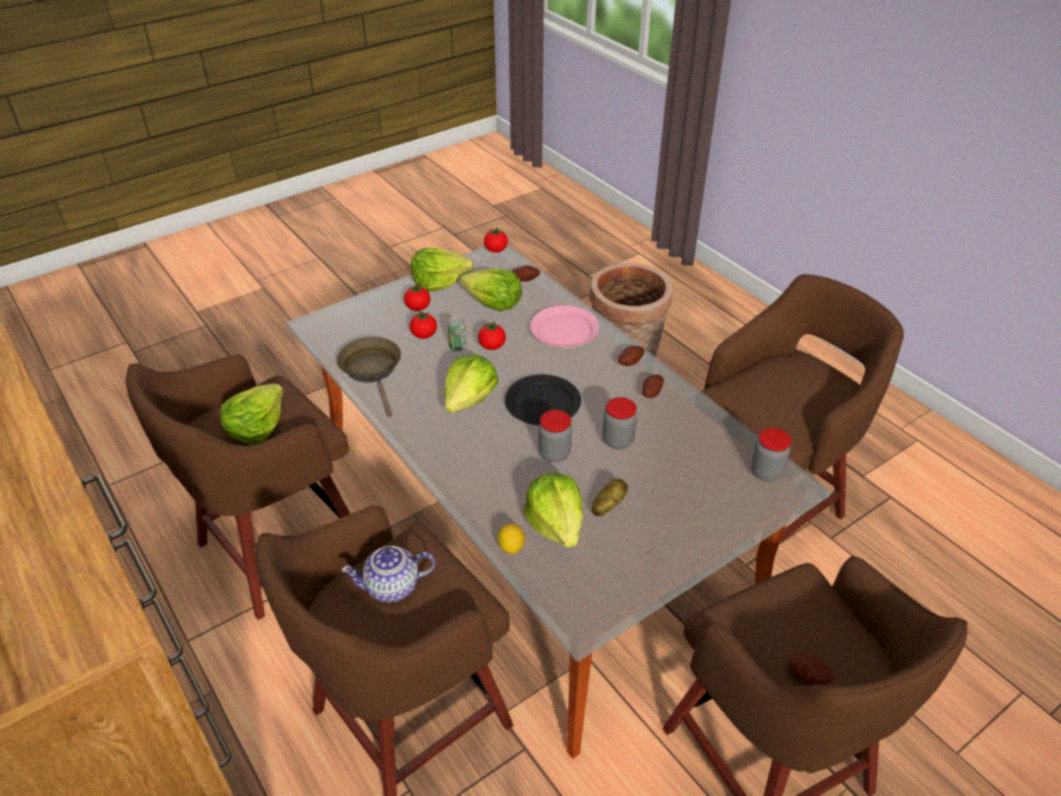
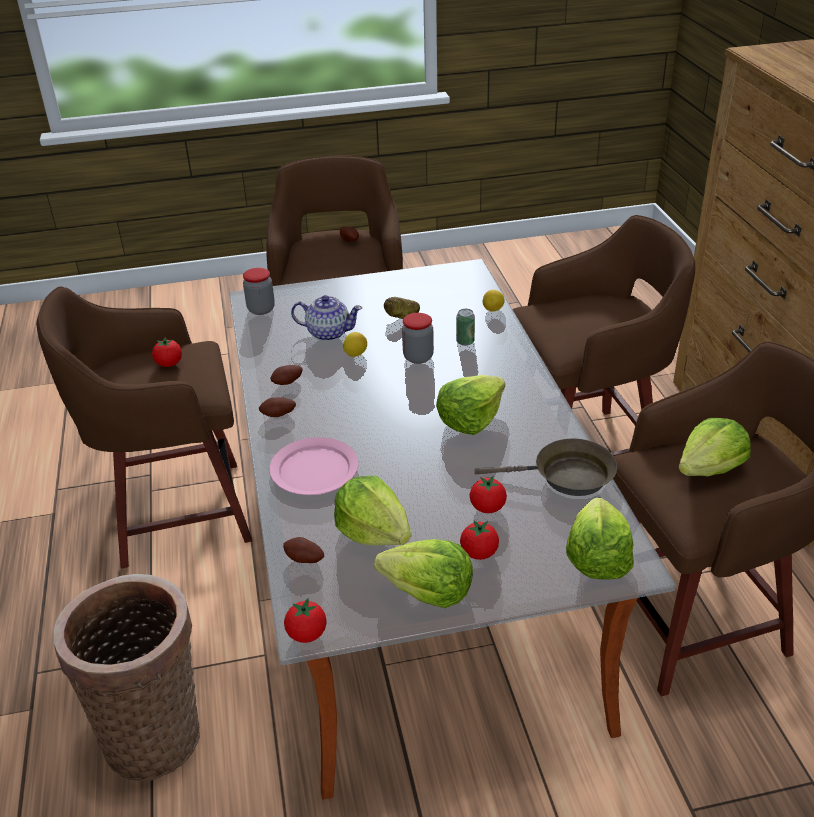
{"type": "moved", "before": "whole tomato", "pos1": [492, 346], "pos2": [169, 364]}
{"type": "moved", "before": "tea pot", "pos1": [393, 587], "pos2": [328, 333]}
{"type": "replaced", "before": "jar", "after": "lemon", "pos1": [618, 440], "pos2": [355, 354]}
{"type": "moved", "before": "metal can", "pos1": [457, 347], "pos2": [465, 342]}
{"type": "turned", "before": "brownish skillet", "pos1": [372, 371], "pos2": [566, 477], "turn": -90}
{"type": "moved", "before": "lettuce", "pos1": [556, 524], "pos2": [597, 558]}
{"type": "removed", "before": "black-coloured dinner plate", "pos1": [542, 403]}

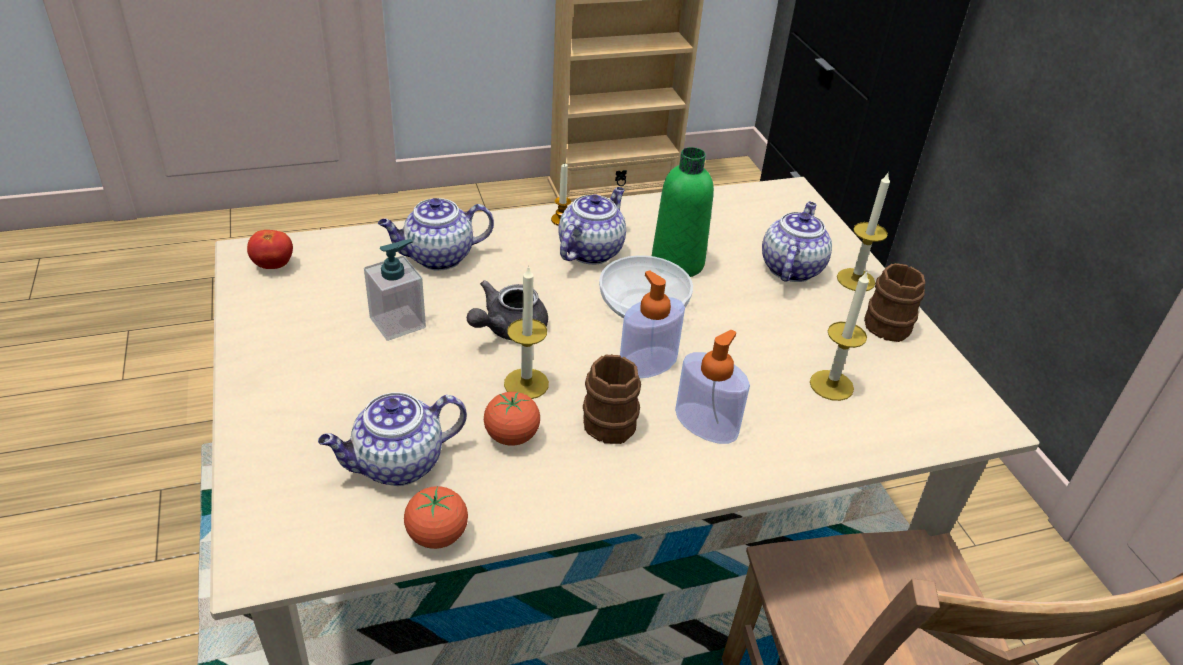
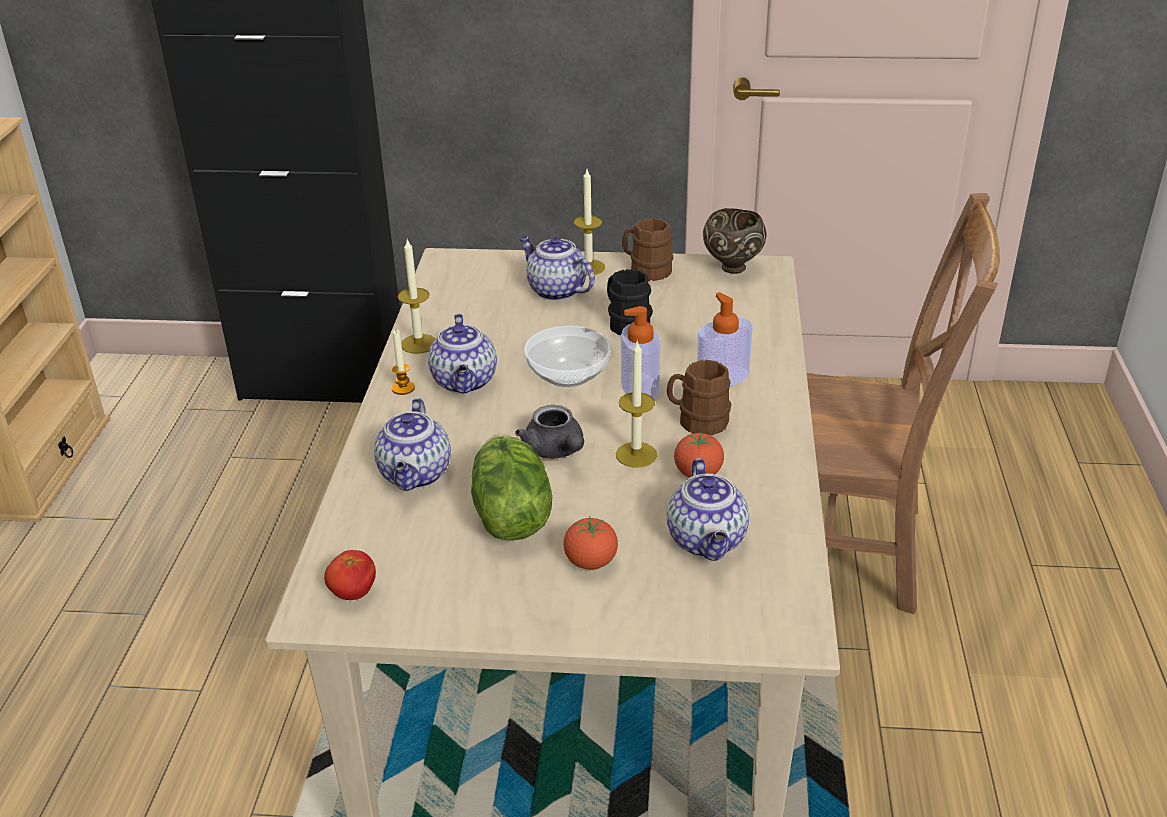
{"type": "moved", "before": "candle", "pos1": [831, 385], "pos2": [419, 344]}
{"type": "turned", "before": "tea pot", "pos1": [590, 251], "pos2": [465, 382], "turn": -150}
{"type": "replaced", "before": "soap bottle", "after": "lettuce", "pos1": [398, 322], "pos2": [509, 515]}
{"type": "moved", "before": "whole tomato", "pos1": [437, 535], "pos2": [591, 562]}
{"type": "added", "after": "black-coloured mug", "pos2": [626, 323]}
{"type": "added", "after": "brownish bowl", "pos2": [731, 268]}
{"type": "removed", "before": "greenish drink bottle", "pos1": [677, 263]}

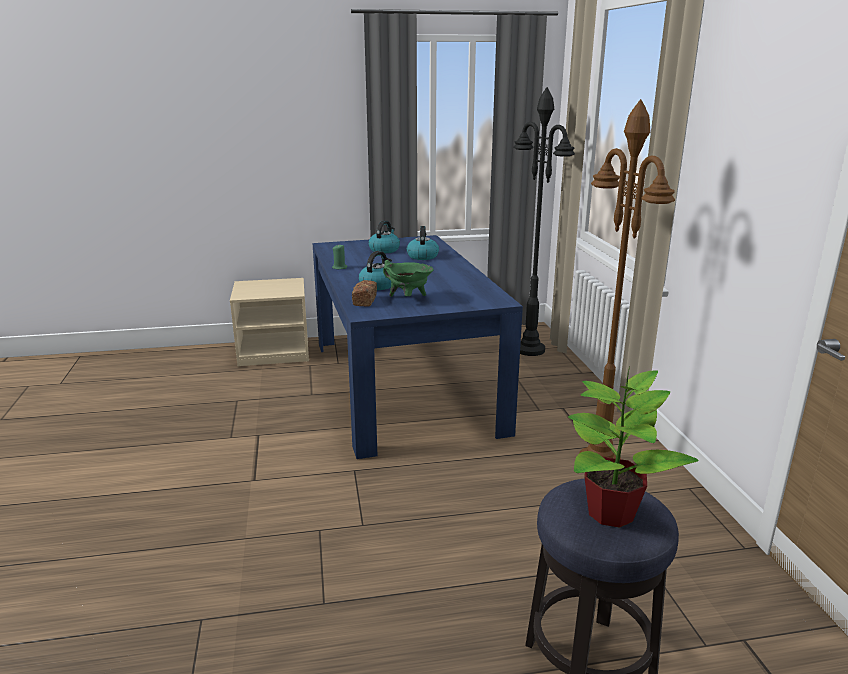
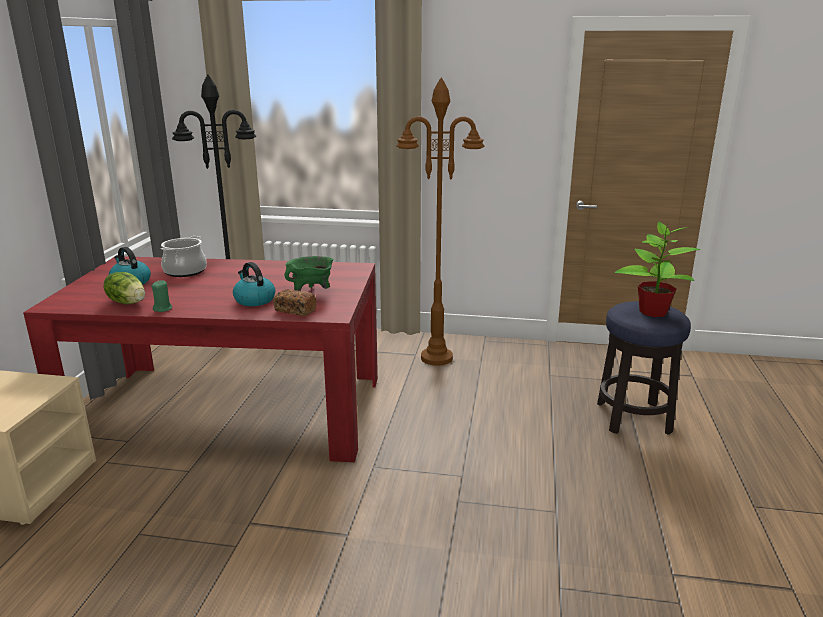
{"type": "recoloured", "before": "blue dinner table", "after": "red-coloured dinner table", "pos1": [403, 384], "pos2": [230, 410]}
{"type": "added", "after": "lettuce", "pos2": [128, 302]}
{"type": "replaced", "before": "tea kettle", "after": "saucepot", "pos1": [422, 256], "pos2": [185, 271]}

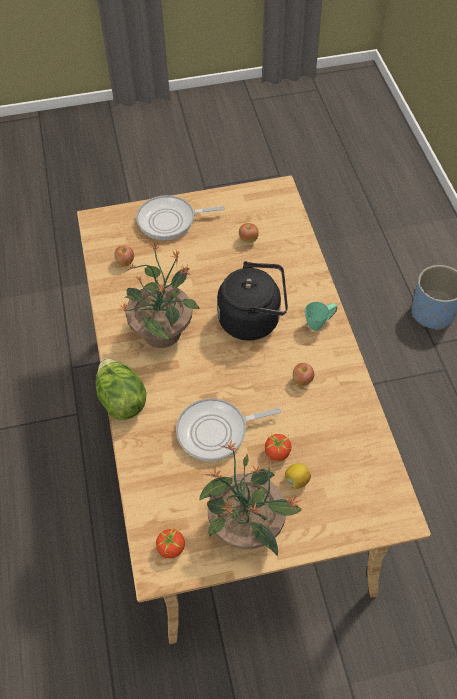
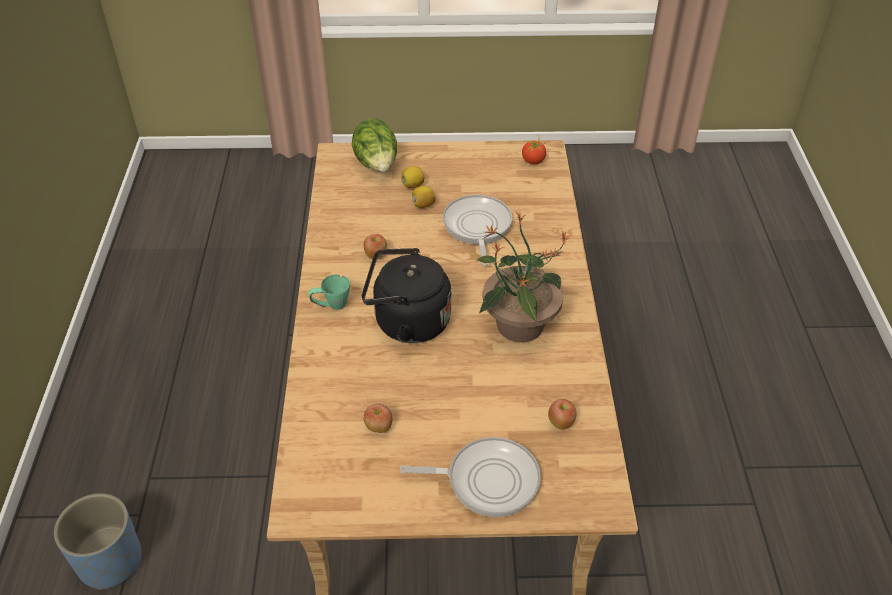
{"type": "moved", "before": "lettuce", "pos1": [121, 400], "pos2": [377, 165]}
{"type": "replaced", "before": "whole tomato", "after": "lemon", "pos1": [277, 453], "pos2": [423, 205]}
{"type": "turned", "before": "skillet", "pos1": [216, 432], "pos2": [477, 227], "turn": -90}
{"type": "removed", "before": "potted plant", "pos1": [247, 528]}

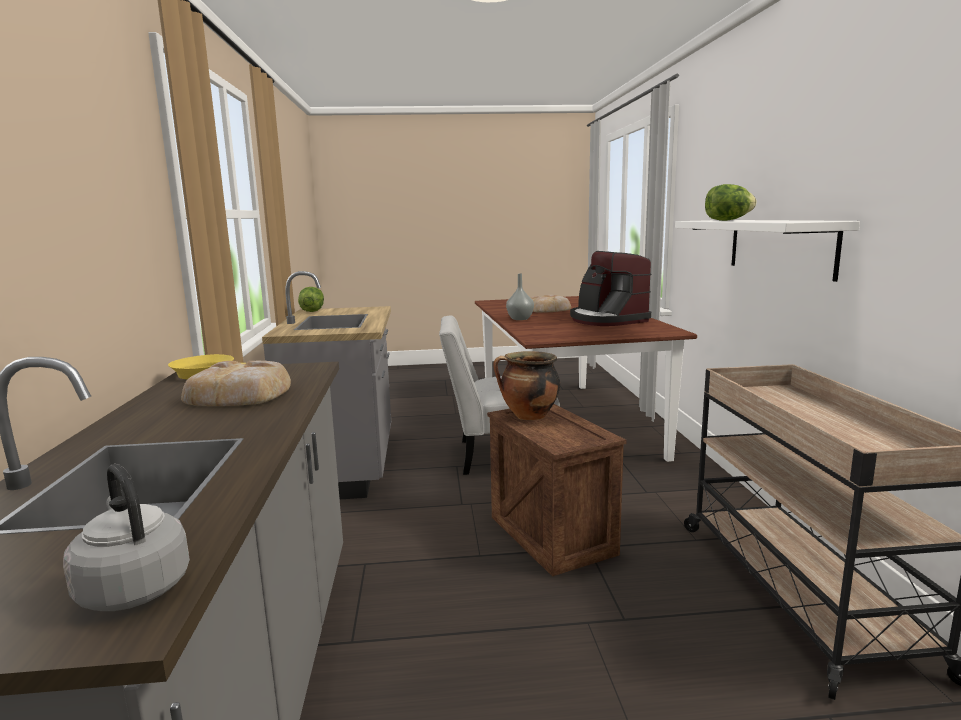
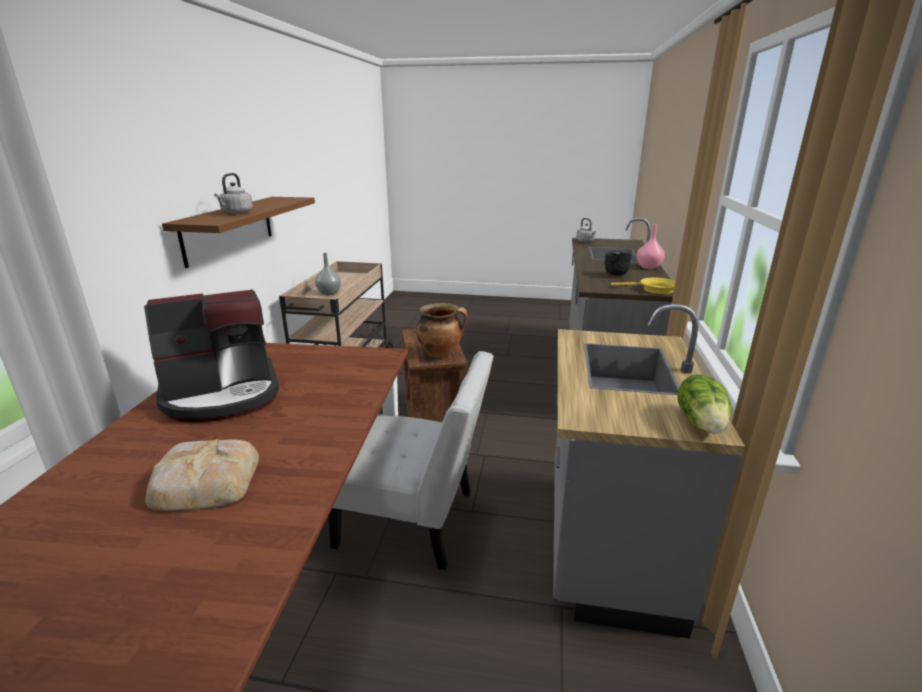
{"type": "turned", "before": "coffee brewer", "pos1": [607, 320], "pos2": [223, 395], "turn": 75}
{"type": "recoloured", "before": "white wall shelf", "after": "brownish wall shelf", "pos1": [779, 246], "pos2": [229, 229]}
{"type": "replaced", "before": "lettuce", "after": "gray tea kettle", "pos1": [727, 220], "pos2": [236, 213]}
{"type": "moved", "before": "gray decorative vase", "pos1": [520, 319], "pos2": [329, 293]}
{"type": "replaced", "before": "bakery bread", "after": "black-coloured bowl", "pos1": [241, 394], "pos2": [615, 275]}
{"type": "added", "after": "pink-coloured decorative vase", "pos2": [648, 267]}

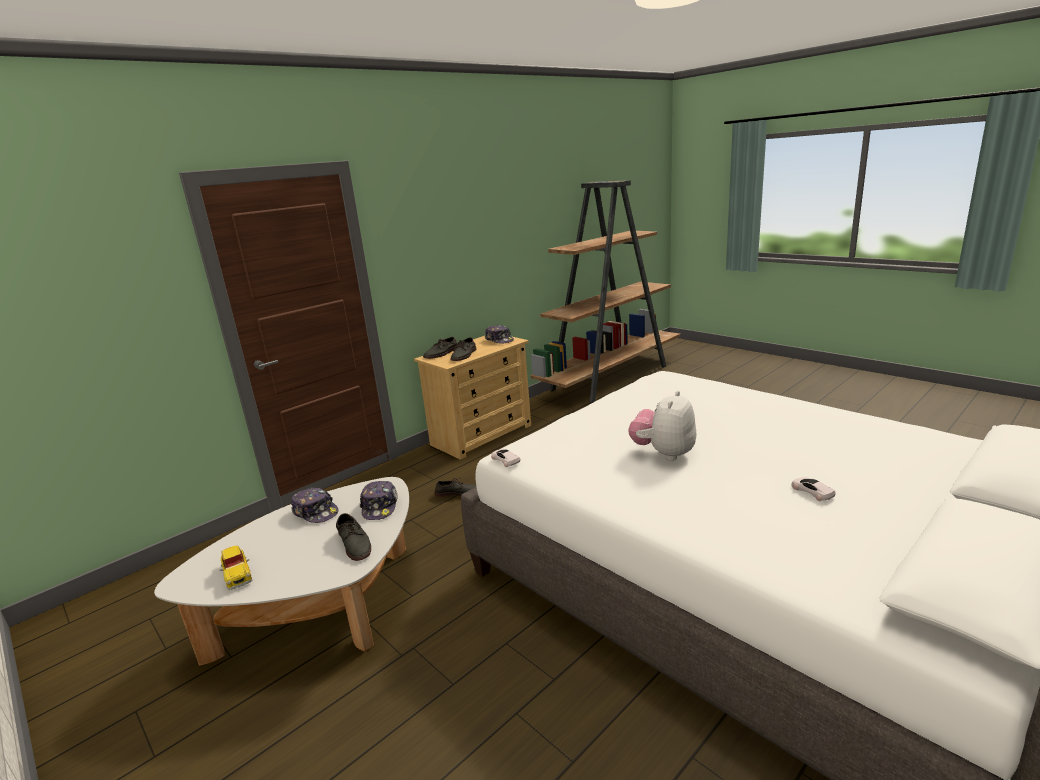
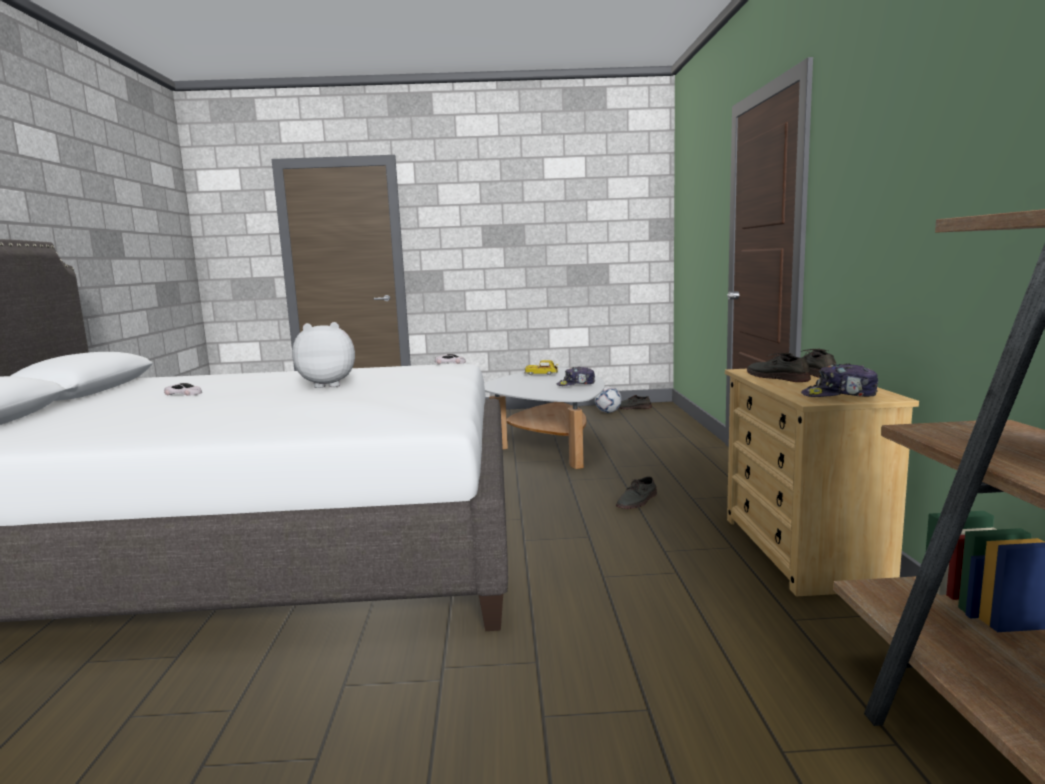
{"type": "turned", "before": "cuddly toy", "pos1": [663, 453], "pos2": [328, 385], "turn": -75}
{"type": "added", "after": "football", "pos2": [608, 412]}
{"type": "moved", "before": "gray item of footwear", "pos1": [355, 543], "pos2": [632, 408]}
{"type": "removed", "before": "baseball cap", "pos1": [380, 506]}

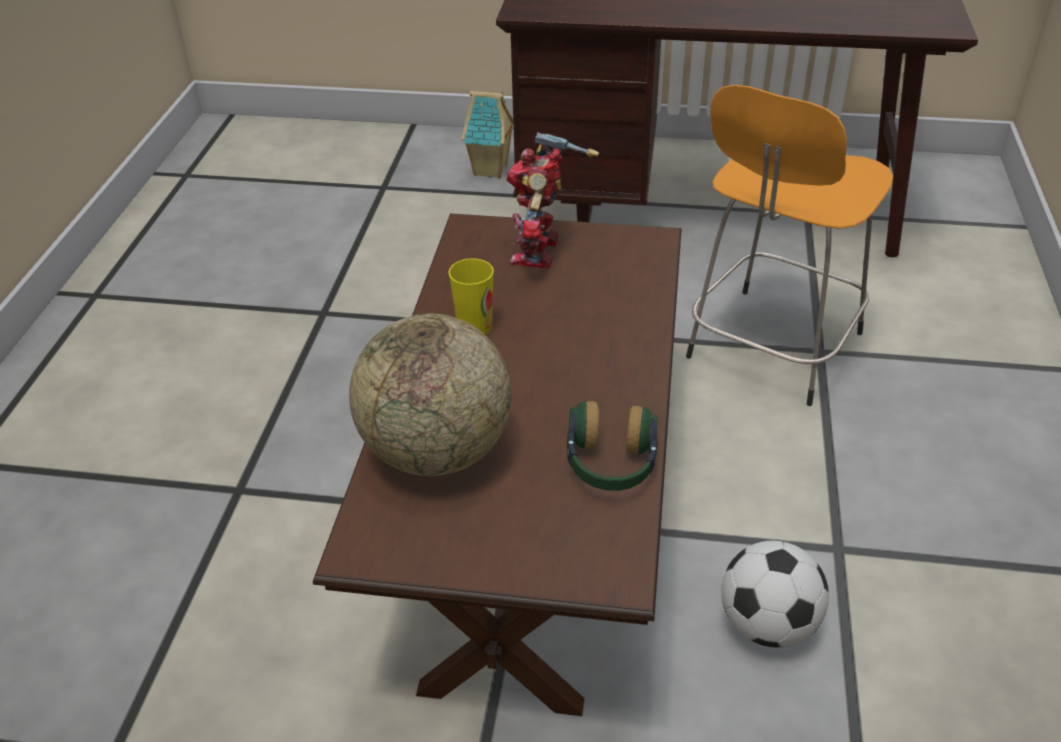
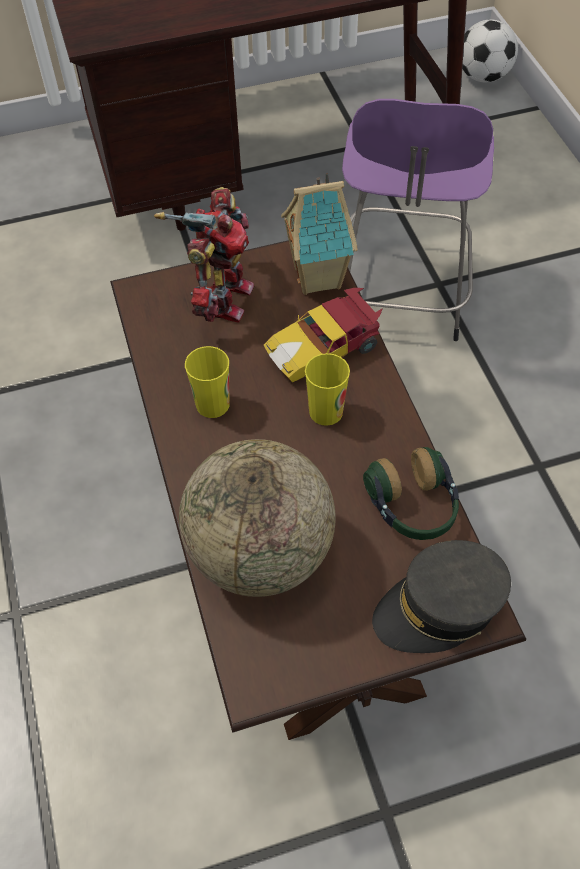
{"type": "turned", "before": "toy robot", "pos1": [540, 251], "pos2": [222, 298], "turn": -150}
{"type": "added", "after": "miniature car", "pos2": [325, 348]}
{"type": "moved", "before": "model house", "pos1": [491, 170], "pos2": [319, 278]}
{"type": "added", "after": "cup", "pos2": [326, 411]}
{"type": "recoloured", "before": "orange-coloured sitting stool", "after": "purple sitting stool", "pos1": [771, 349], "pos2": [400, 295]}
{"type": "added", "after": "gray baseball cap", "pos2": [439, 607]}
{"type": "moved", "before": "football", "pos1": [767, 625], "pos2": [483, 77]}

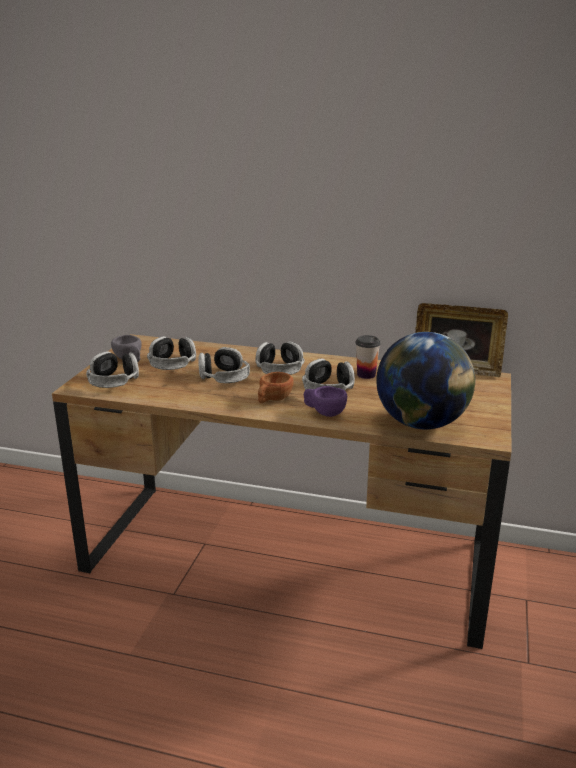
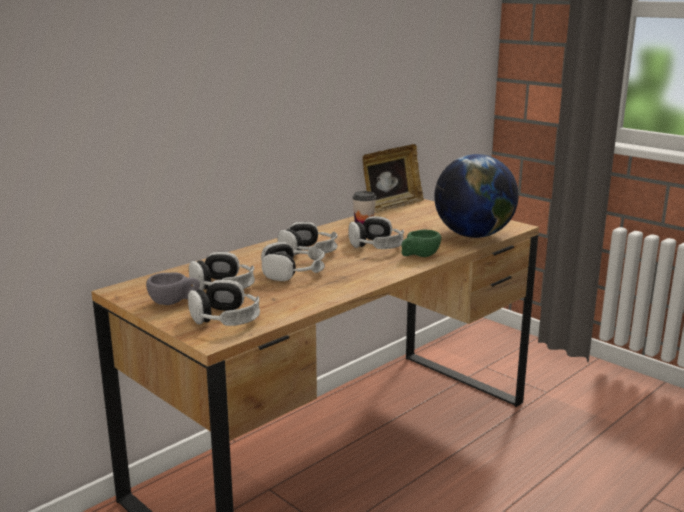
{"type": "recoloured", "before": "purple cup", "after": "greenish cup", "pos1": [324, 412], "pos2": [419, 256]}
{"type": "removed", "before": "brownish cup", "pos1": [273, 400]}

